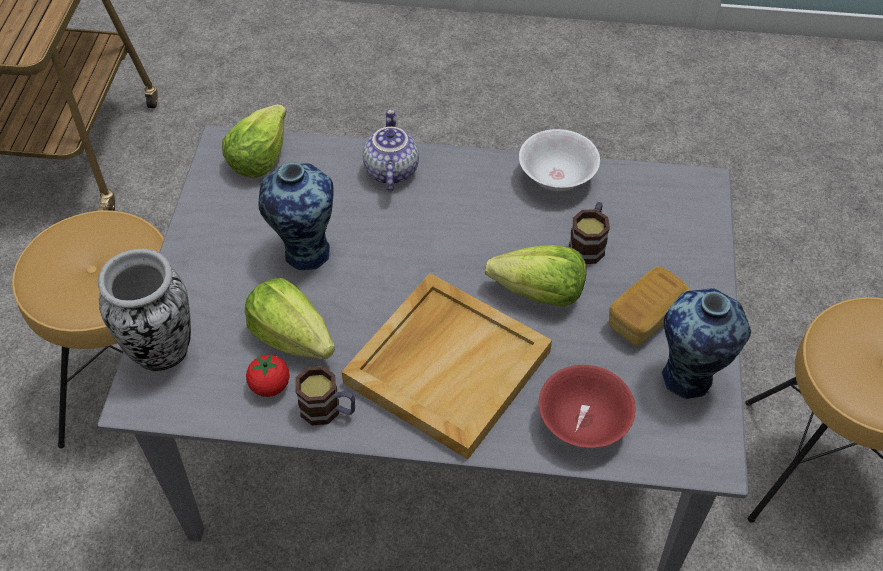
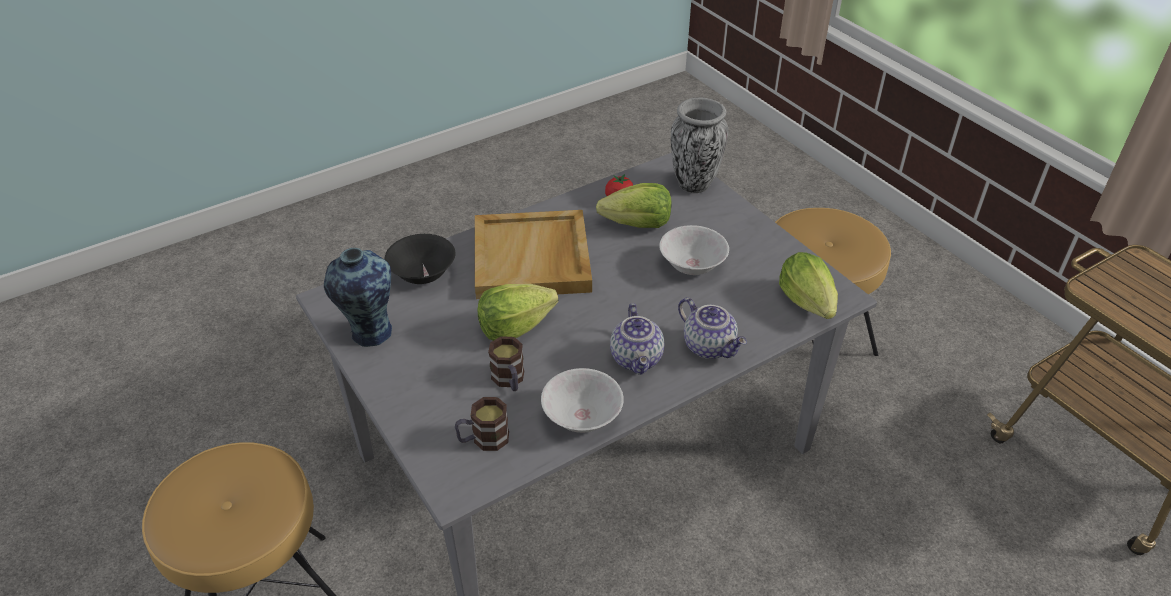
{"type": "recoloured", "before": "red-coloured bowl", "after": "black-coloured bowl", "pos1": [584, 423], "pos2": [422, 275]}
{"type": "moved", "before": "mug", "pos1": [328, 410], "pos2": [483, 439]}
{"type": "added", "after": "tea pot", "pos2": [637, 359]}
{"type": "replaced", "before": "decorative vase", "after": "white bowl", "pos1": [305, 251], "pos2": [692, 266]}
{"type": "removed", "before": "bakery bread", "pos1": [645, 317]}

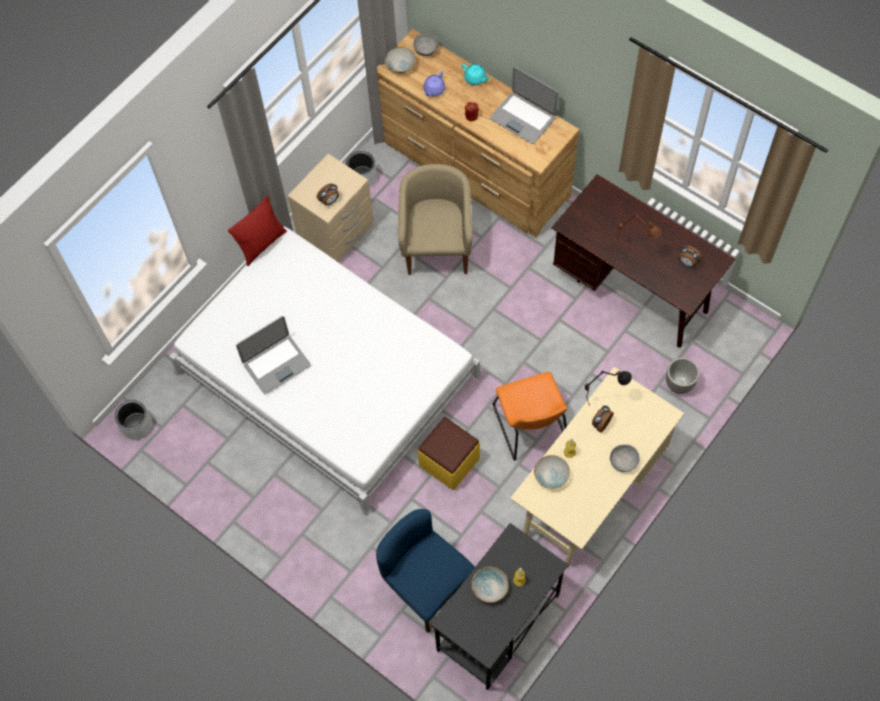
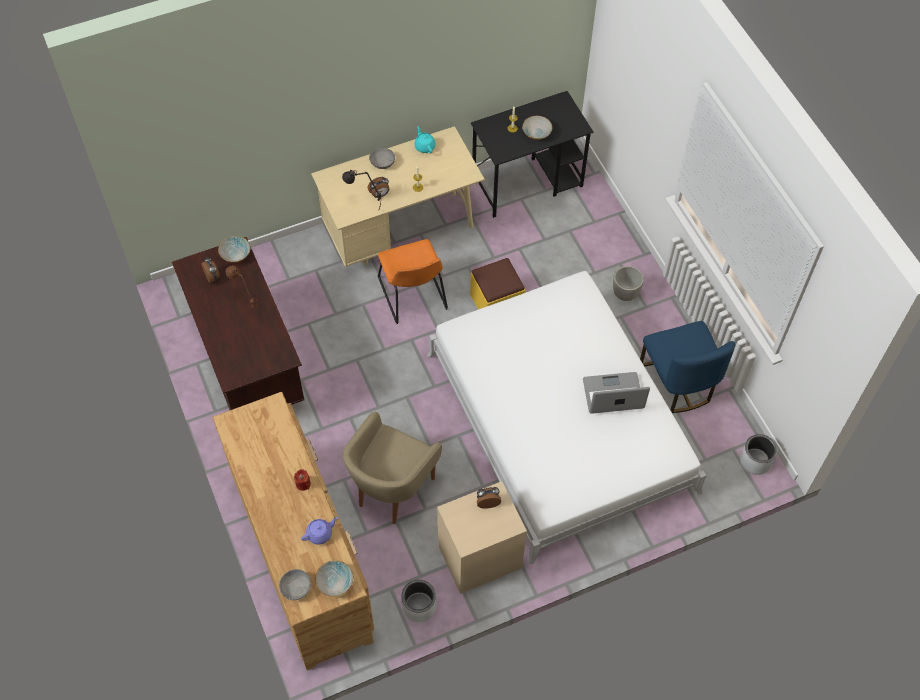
{"type": "moved", "before": "bowl", "pos1": [551, 476], "pos2": [236, 254]}
{"type": "turned", "before": "orange-coloured chair", "pos1": [531, 427], "pos2": [413, 296], "turn": 150}
{"type": "moved", "before": "blue-green tea pot", "pos1": [475, 79], "pos2": [424, 146]}
{"type": "moved", "before": "plant pot", "pos1": [678, 384], "pos2": [625, 294]}
{"type": "moved", "before": "blue chair", "pos1": [427, 585], "pos2": [678, 382]}
{"type": "removed", "before": "red-coloured pillow", "pos1": [262, 244]}
{"type": "removed", "before": "laptop", "pos1": [523, 118]}

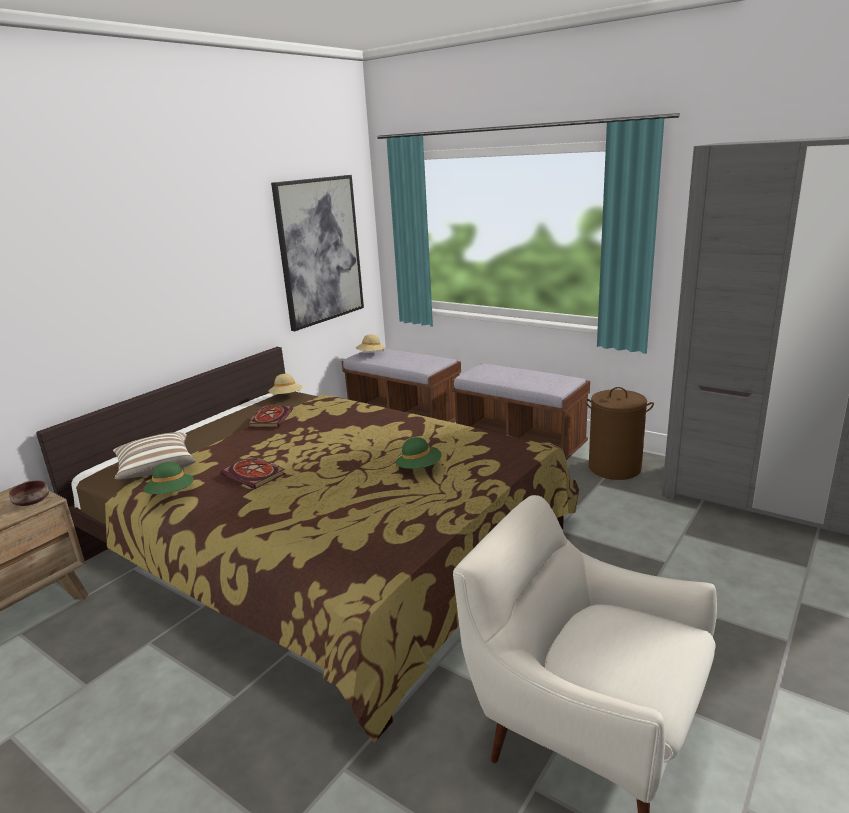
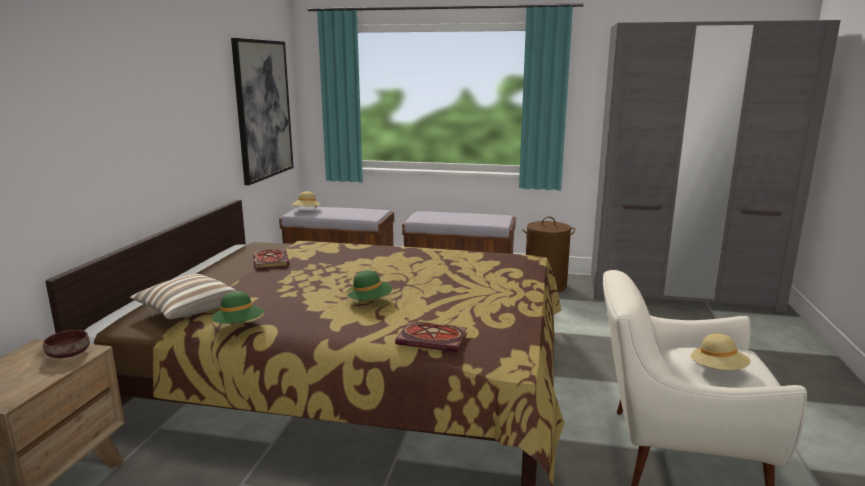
{"type": "moved", "before": "greenish wearable hat", "pos1": [419, 468], "pos2": [370, 301]}
{"type": "moved", "before": "book", "pos1": [255, 475], "pos2": [434, 339]}
{"type": "moved", "before": "beige wearable hat", "pos1": [286, 397], "pos2": [718, 370]}

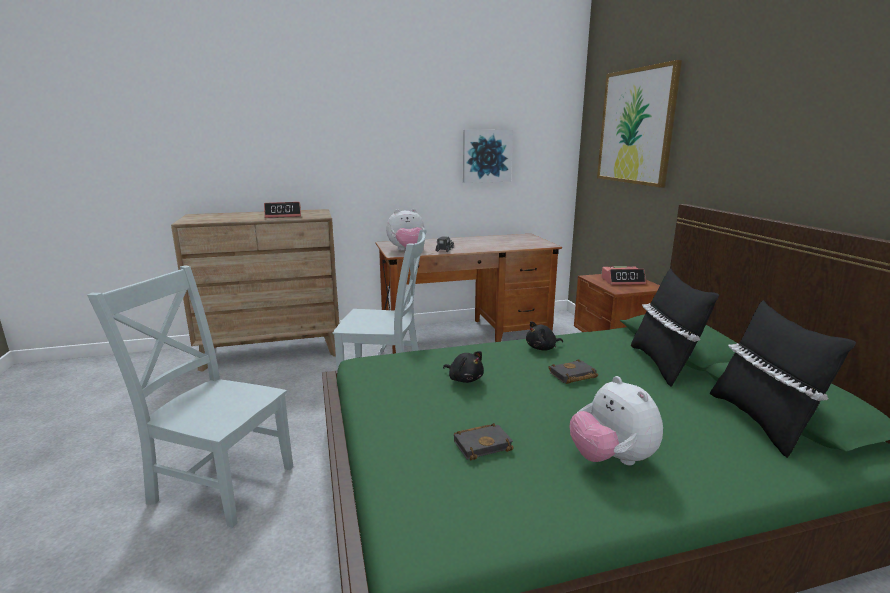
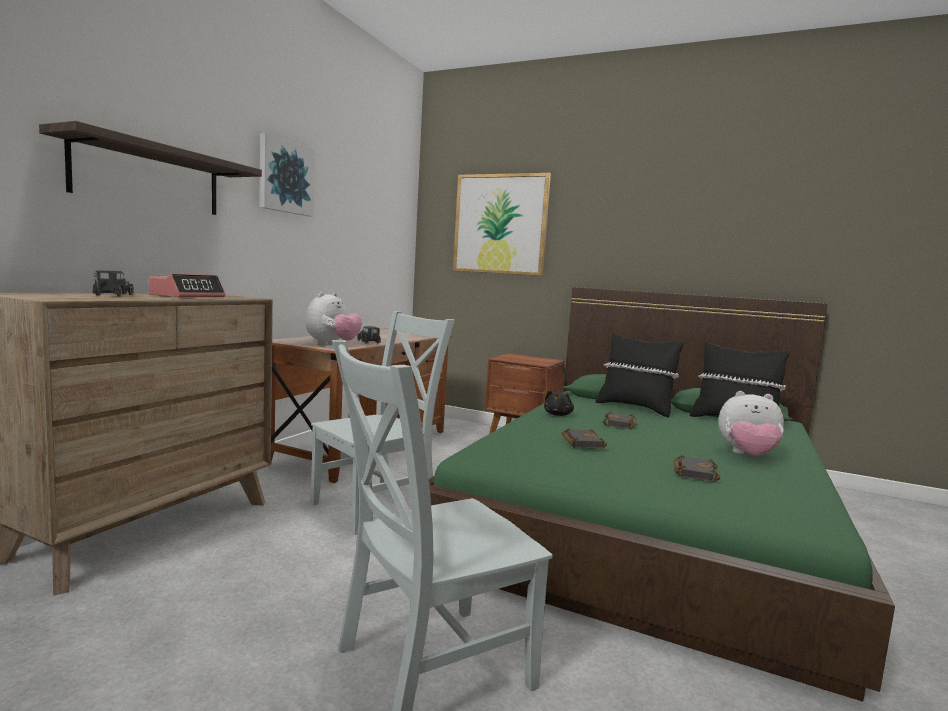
{"type": "added", "after": "wall shelf", "pos2": [149, 178]}
{"type": "added", "after": "model truck", "pos2": [114, 295]}
{"type": "moved", "before": "wall art", "pos1": [486, 156], "pos2": [285, 177]}
{"type": "replaced", "before": "black-coloured cuddly toy", "after": "black-coloured book", "pos1": [464, 379], "pos2": [581, 442]}
{"type": "removed", "before": "table clock", "pos1": [623, 281]}

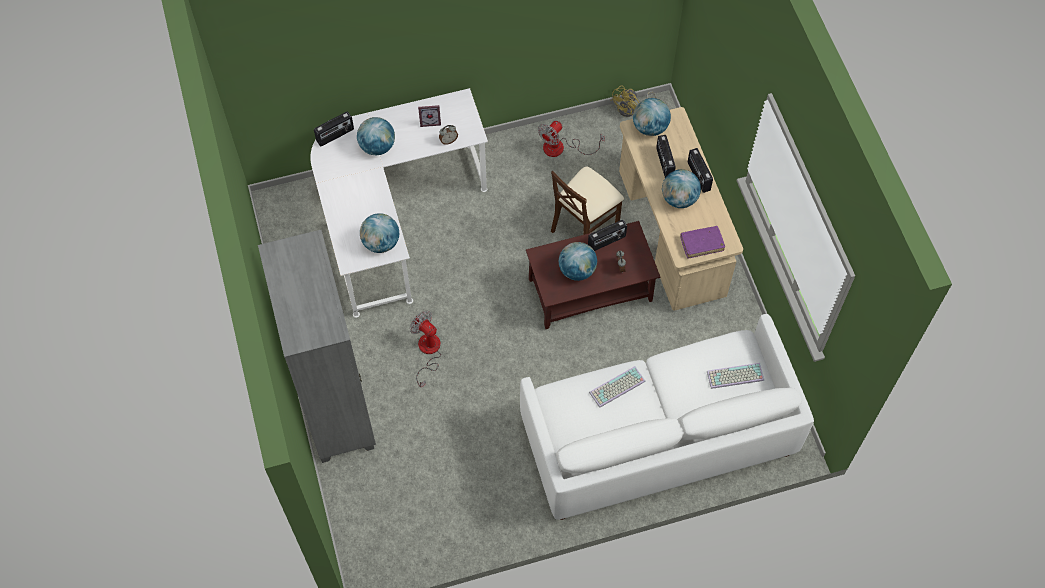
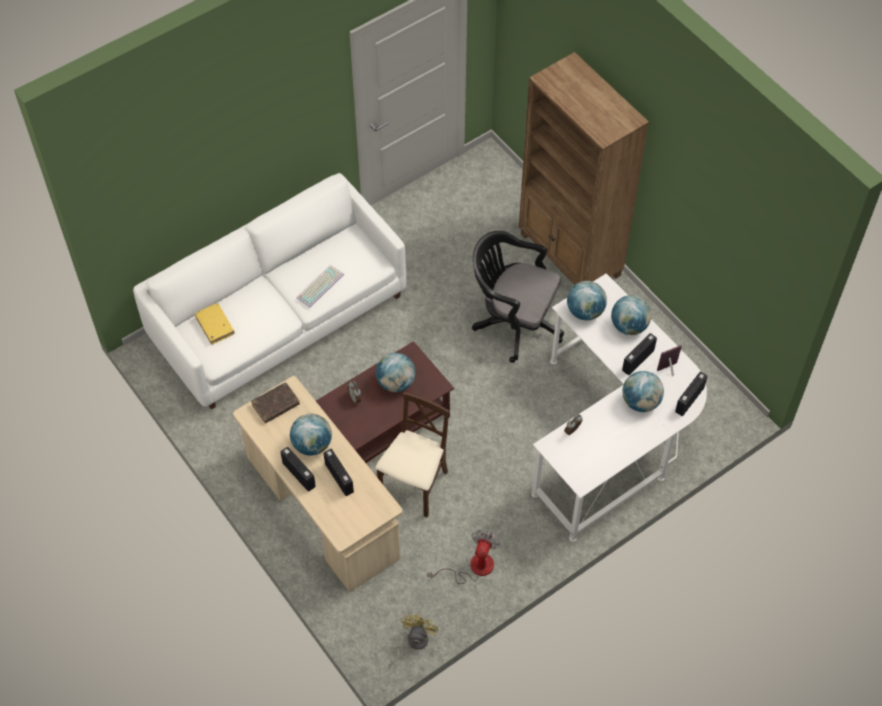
{"type": "replaced", "before": "computer keyboard", "after": "yellow-coloured book", "pos1": [734, 377], "pos2": [215, 326]}
{"type": "recoloured", "before": "purple book", "after": "brownish book", "pos1": [701, 244], "pos2": [276, 405]}
{"type": "replaced", "before": "fan", "after": "black-coloured computer chair", "pos1": [428, 352], "pos2": [513, 322]}
{"type": "recoloured", "before": "gray bookshelf", "after": "brownish bookshelf", "pos1": [337, 406], "pos2": [570, 256]}
{"type": "moved", "before": "world globe", "pos1": [650, 127], "pos2": [629, 326]}
{"type": "moved", "before": "radio", "pos1": [607, 241], "pos2": [637, 360]}
{"type": "moved", "before": "standing frame", "pos1": [430, 121], "pos2": [669, 371]}

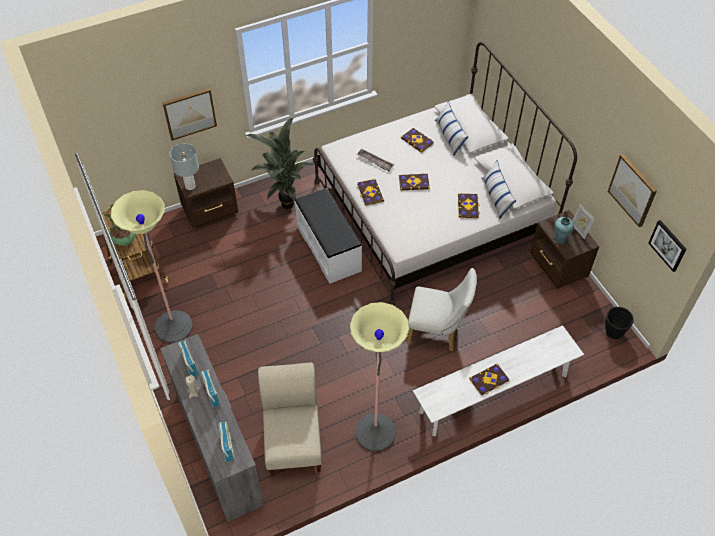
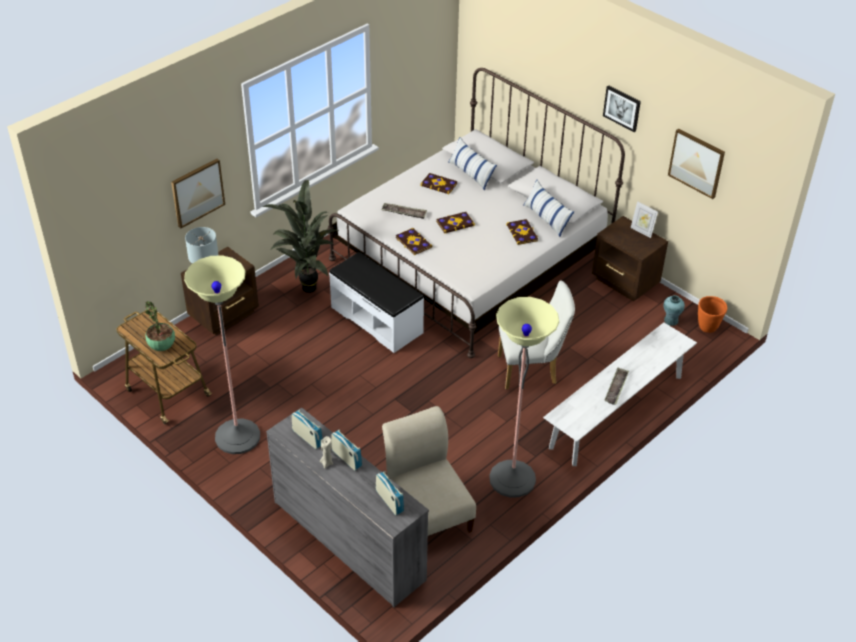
{"type": "moved", "before": "wall art", "pos1": [668, 245], "pos2": [622, 108]}
{"type": "replaced", "before": "book", "after": "tray", "pos1": [489, 380], "pos2": [616, 388]}
{"type": "moved", "before": "blue-green decorative vase", "pos1": [560, 238], "pos2": [671, 321]}
{"type": "recoloured", "before": "black-coloured plant pot", "after": "orange-coloured plant pot", "pos1": [613, 333], "pos2": [707, 328]}

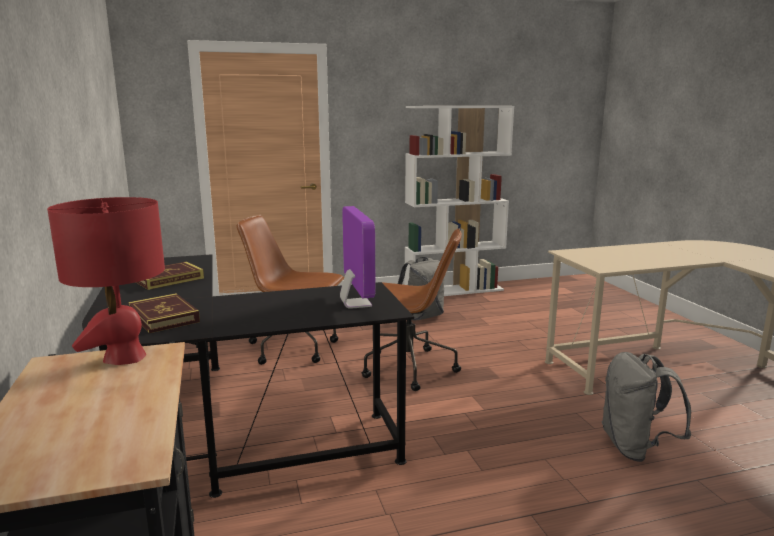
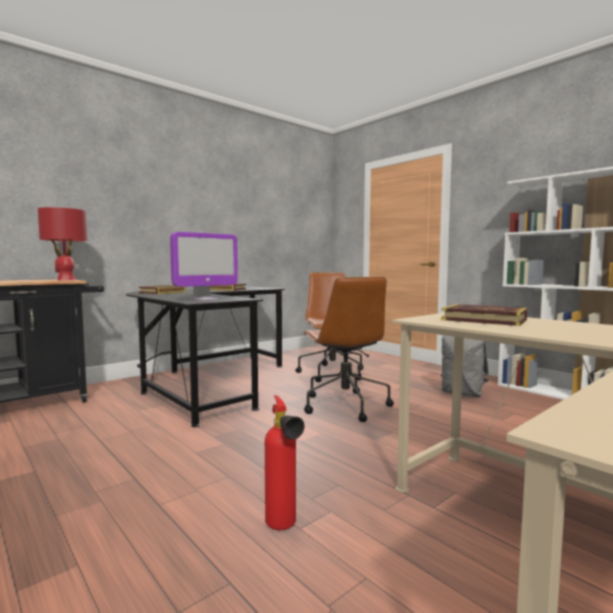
{"type": "replaced", "before": "gray backpack", "after": "extinguisher", "pos1": [635, 448], "pos2": [283, 529]}
{"type": "added", "after": "book", "pos2": [484, 320]}

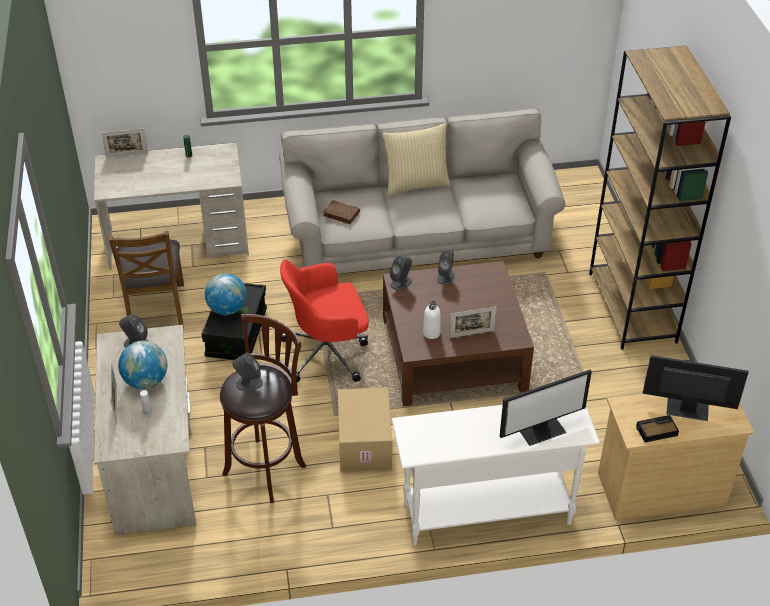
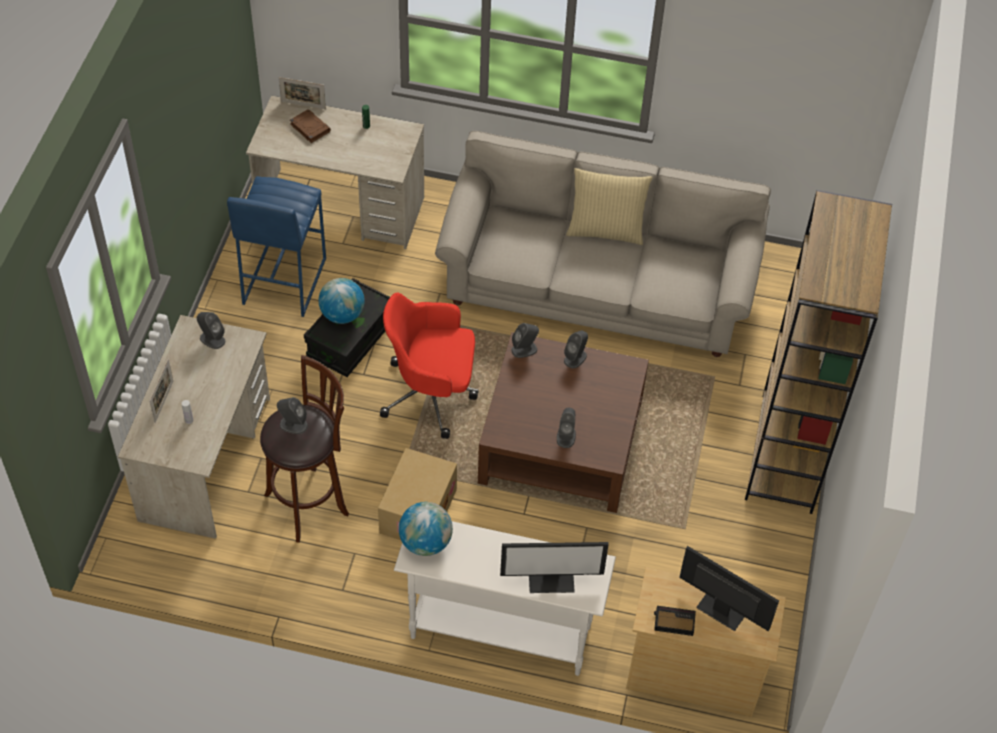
{"type": "replaced", "before": "brownish chair", "after": "blue sitting stool", "pos1": [155, 308], "pos2": [283, 281]}
{"type": "moved", "before": "brownish book", "pos1": [341, 214], "pos2": [309, 128]}
{"type": "moved", "before": "world globe", "pos1": [146, 381], "pos2": [425, 542]}
{"type": "replaced", "before": "standing frame", "after": "gray audio speaker", "pos1": [472, 334], "pos2": [566, 436]}
{"type": "removed", "before": "white drink bottle", "pos1": [431, 333]}

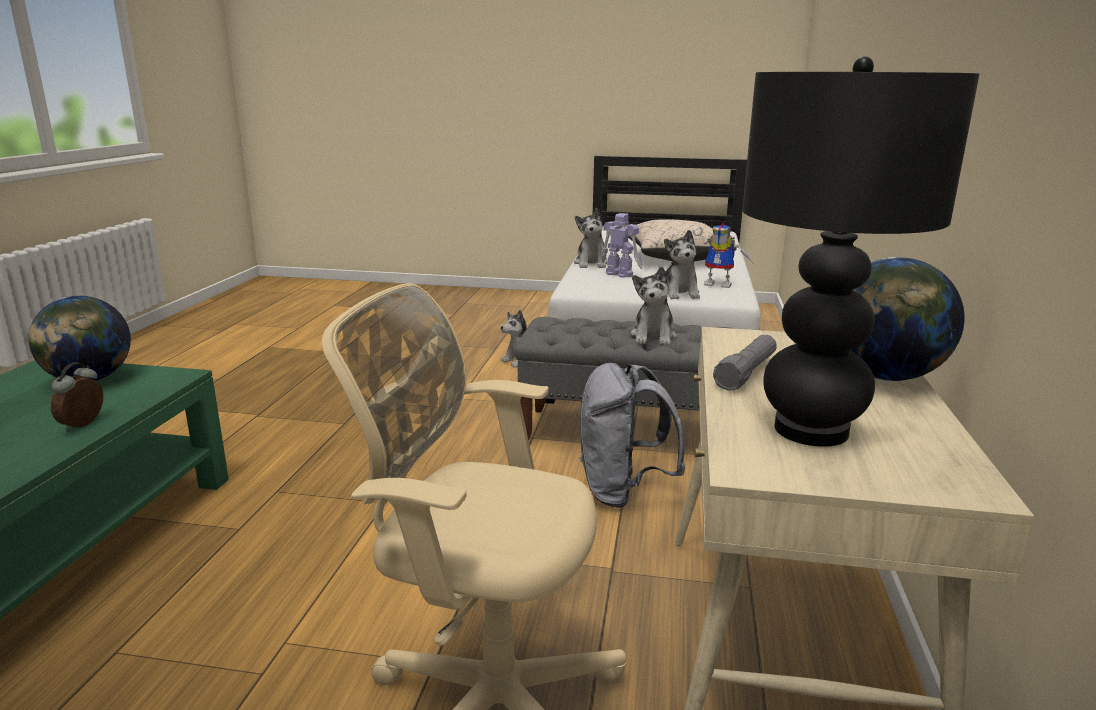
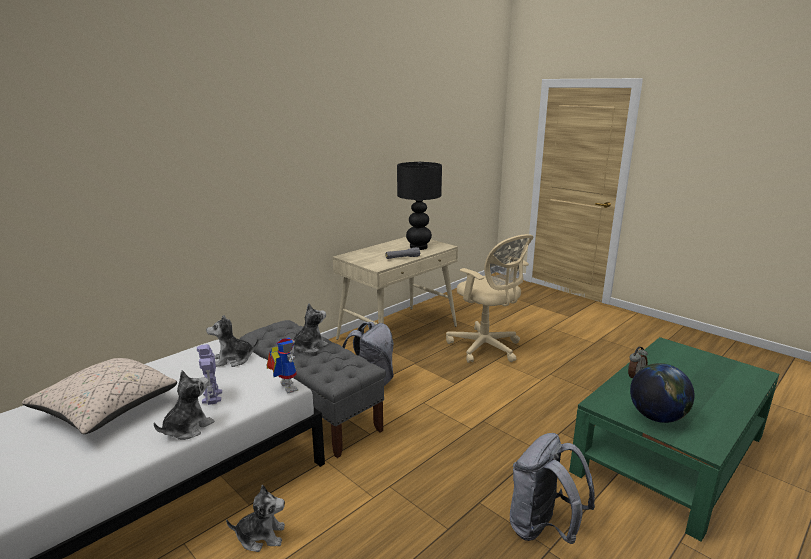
{"type": "turned", "before": "cuddly toy", "pos1": [679, 293], "pos2": [233, 359], "turn": -135}
{"type": "moved", "before": "toy robot", "pos1": [720, 284], "pos2": [284, 387]}
{"type": "added", "after": "gray backpack", "pos2": [543, 529]}
{"type": "removed", "before": "world globe", "pos1": [884, 377]}

